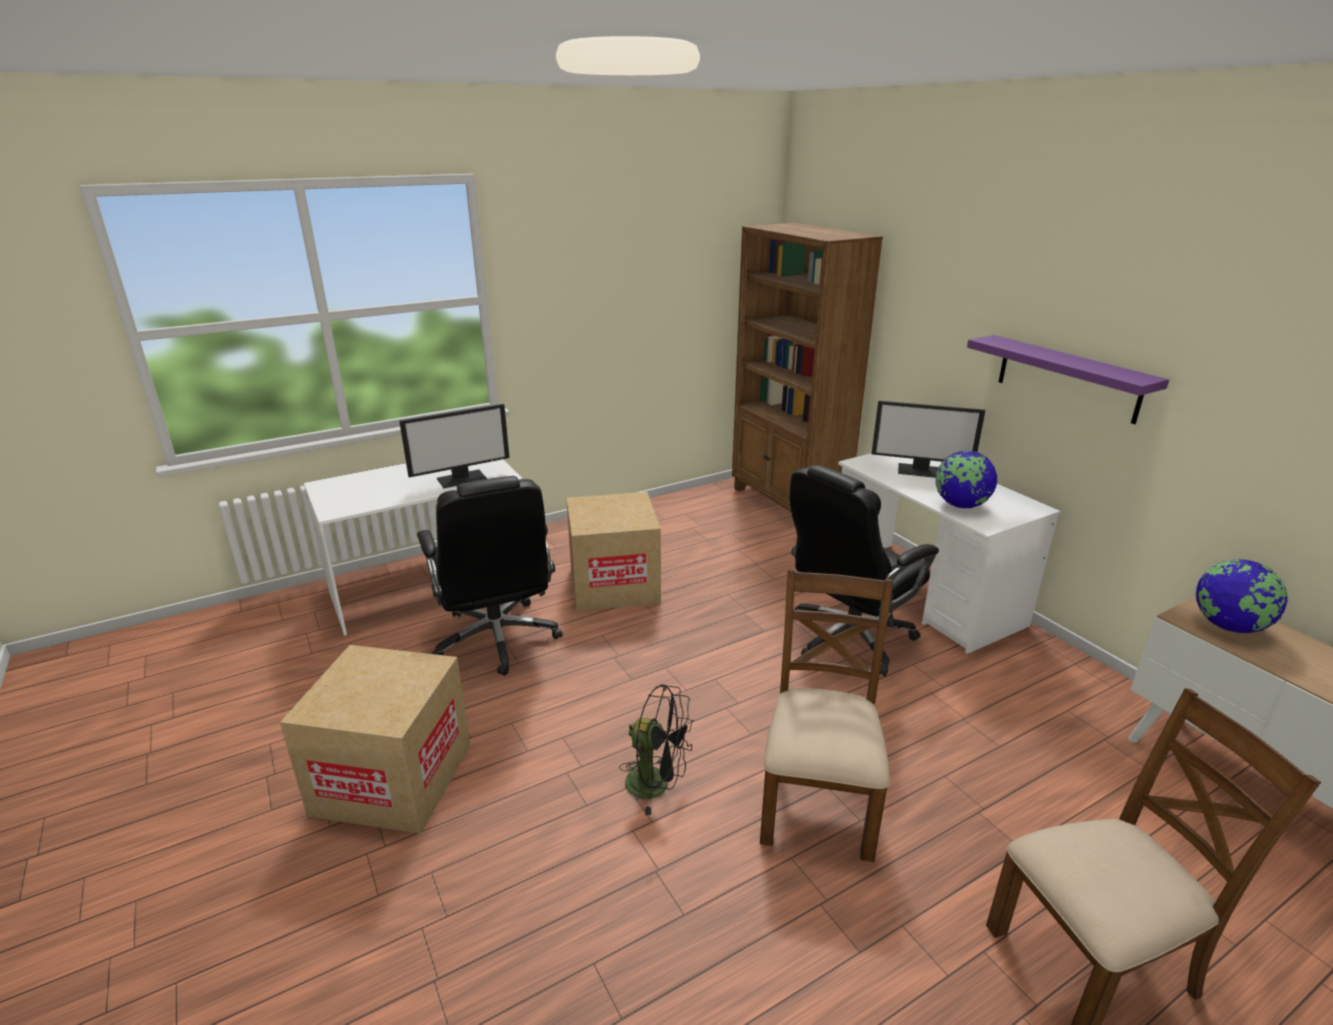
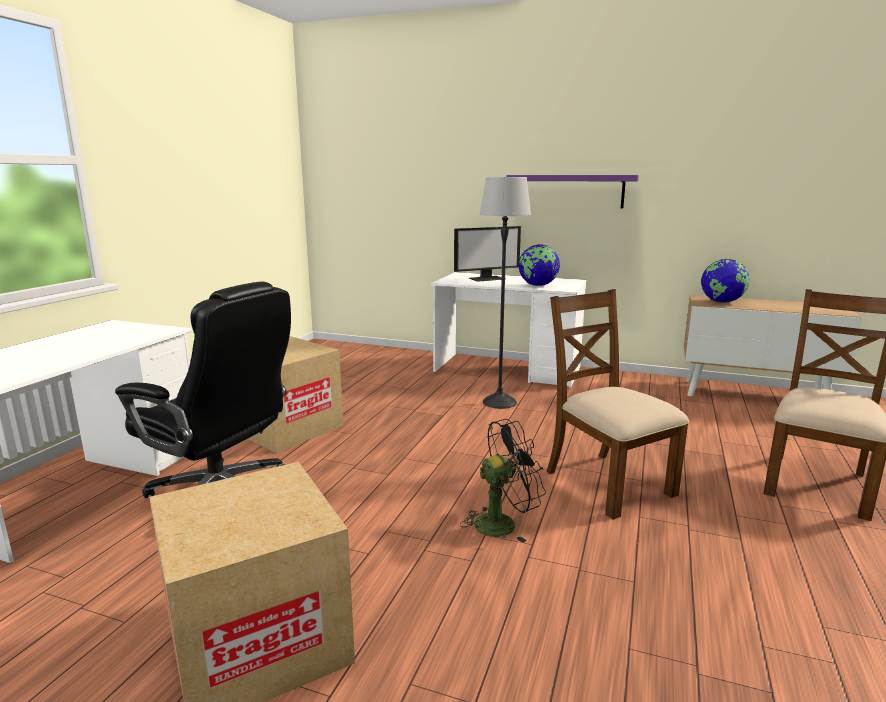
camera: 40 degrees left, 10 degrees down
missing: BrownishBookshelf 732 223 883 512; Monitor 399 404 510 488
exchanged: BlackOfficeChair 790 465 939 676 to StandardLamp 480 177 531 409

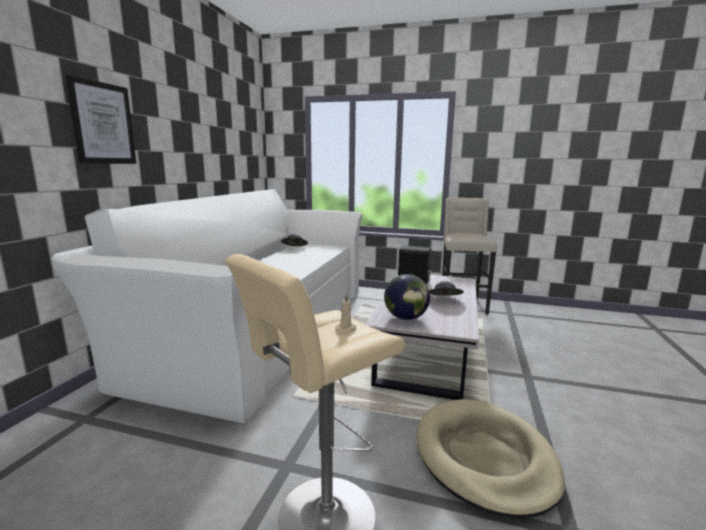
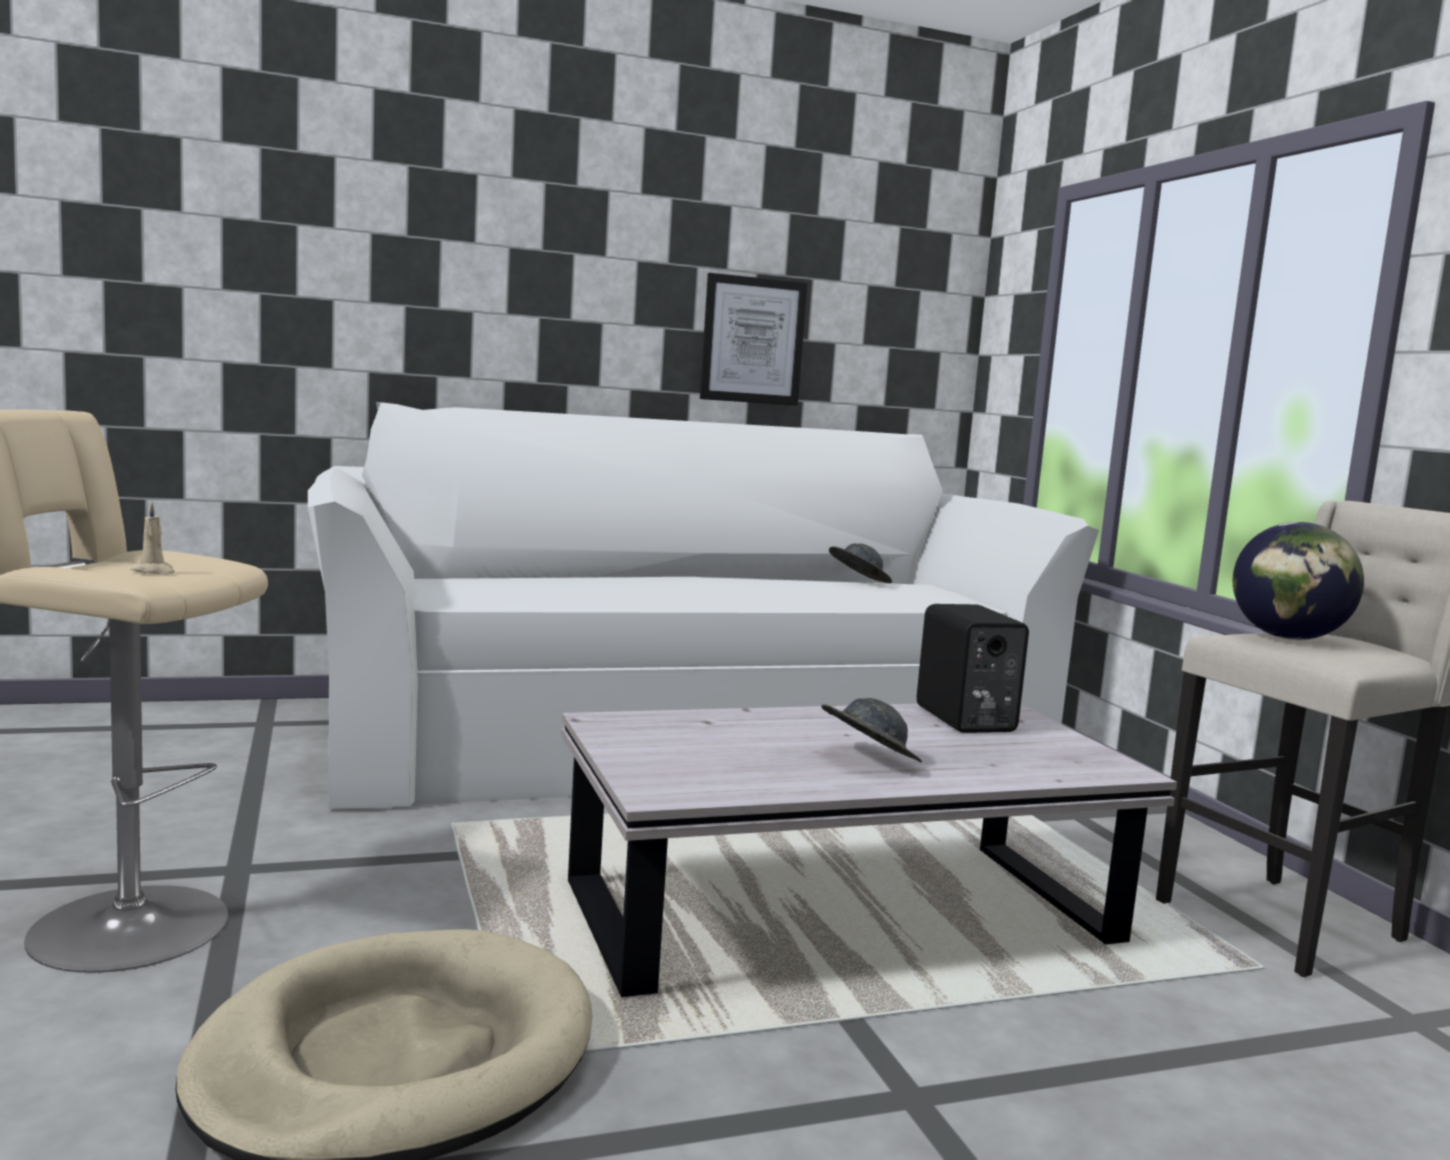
camera: 55 degrees right, 5 degrees down
relocated: WallPicture 65 75 136 164 to 700 273 807 406; DeskGlobe 384 274 430 320 to 1233 522 1364 640

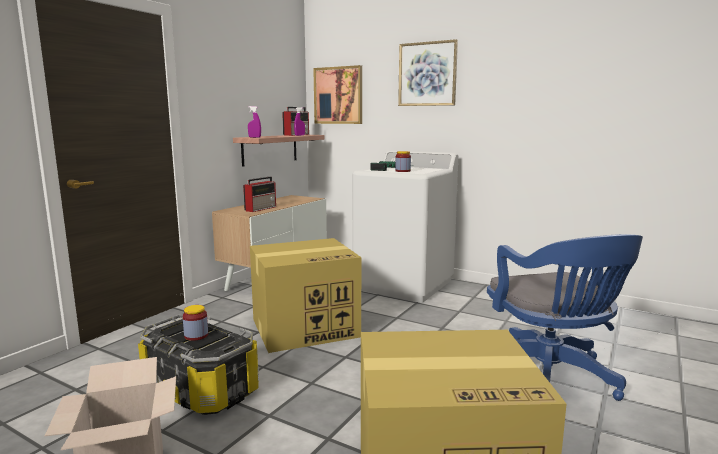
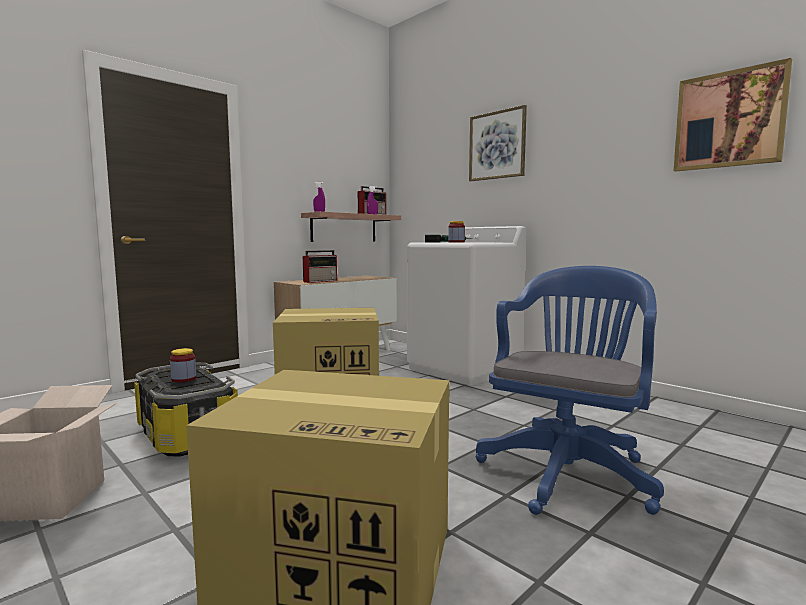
camera: 15 degrees right, 5 degrees down
relocated: WallPicture 313 65 362 124 to 674 58 792 171
spun: BlueColouredOfficeChair 487 234 643 401 = 475 266 664 515 150 degrees counterclockwise

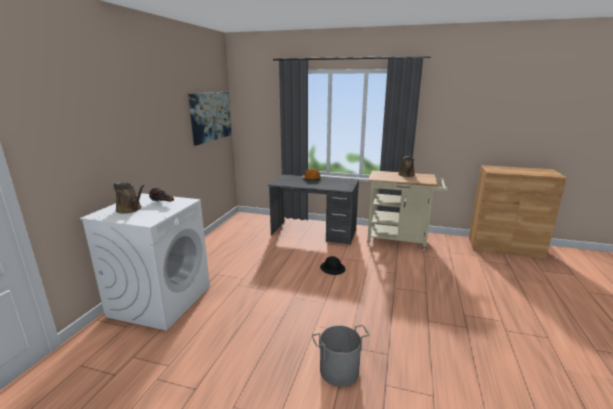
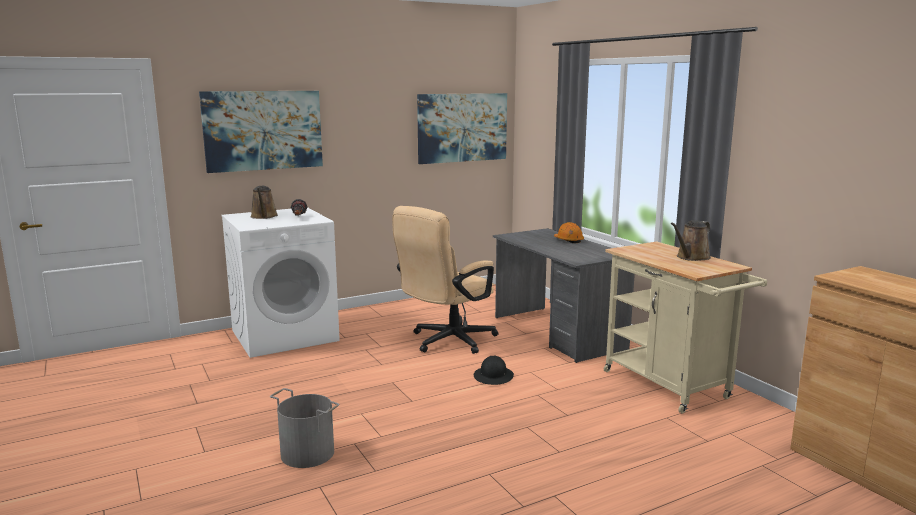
camera: 45 degrees right, 5 degrees down
appeared: WallPicture 199 91 323 173; BeigeOfficeChair 392 206 498 354

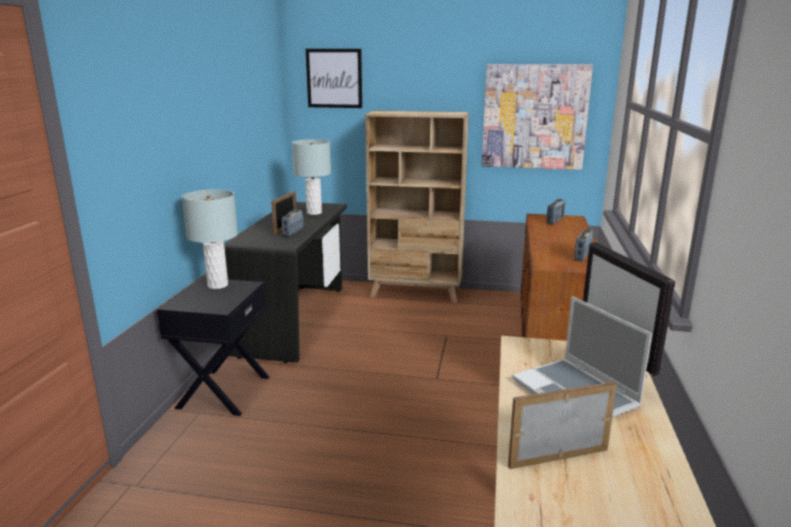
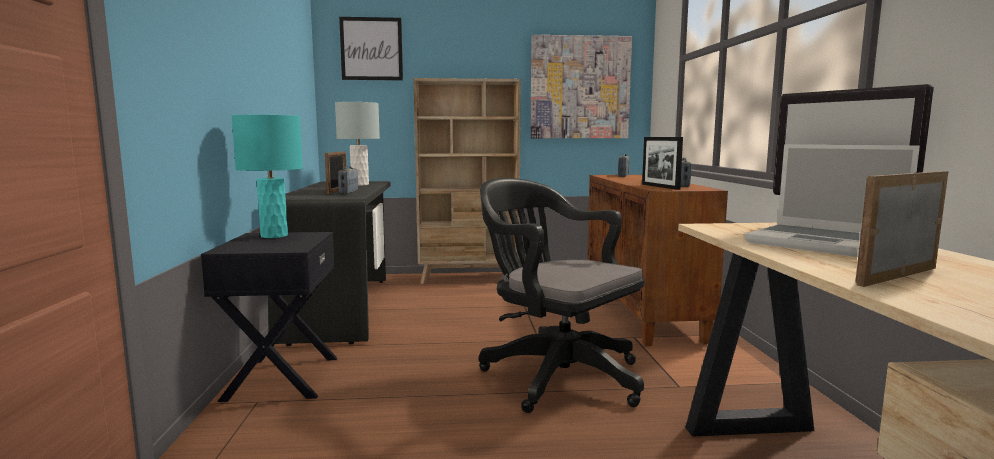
camera: 15 degrees left, 10 degrees down
appeared: PhotoFrame 642 137 683 190; BlackOfficeChair 479 178 645 413
colour: GreyishTableLamp 182 190 238 289 to TurquoiseColouredTableLamp 231 115 303 238

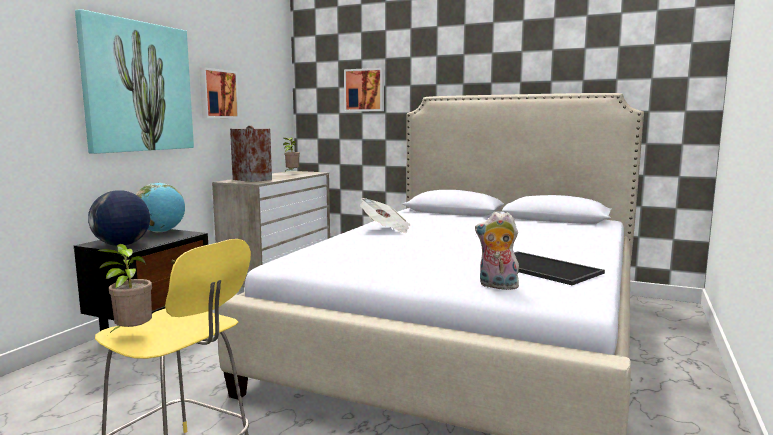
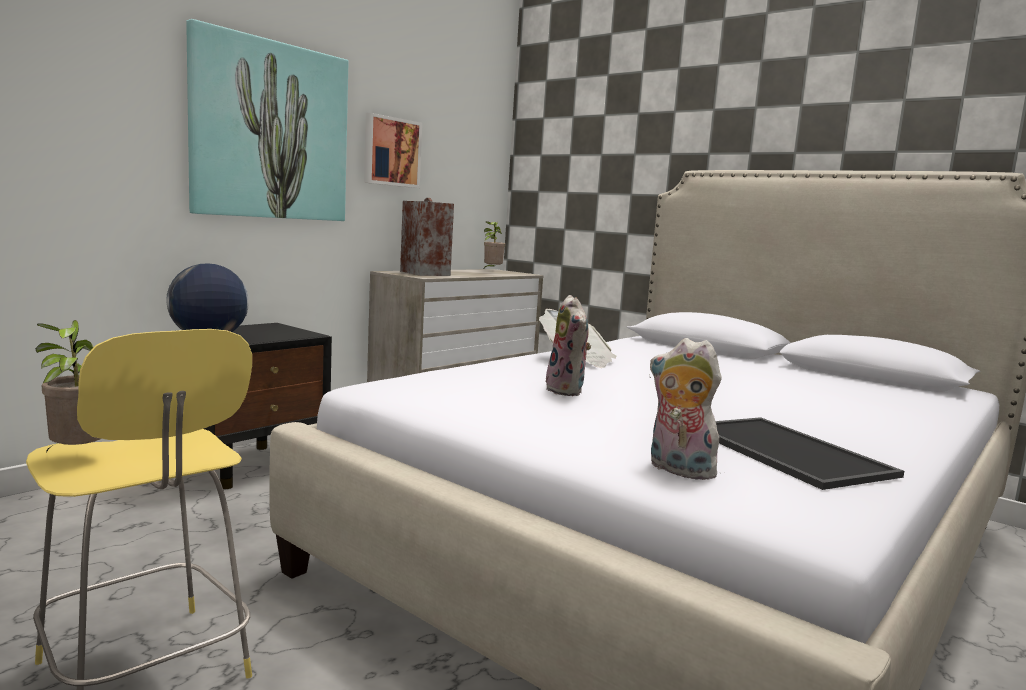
camera: 15 degrees right, 0 degrees up
missing: WallPicture 344 68 384 112; DeskGlobe 136 182 185 232
appeared: CuddlyToy 546 295 591 396

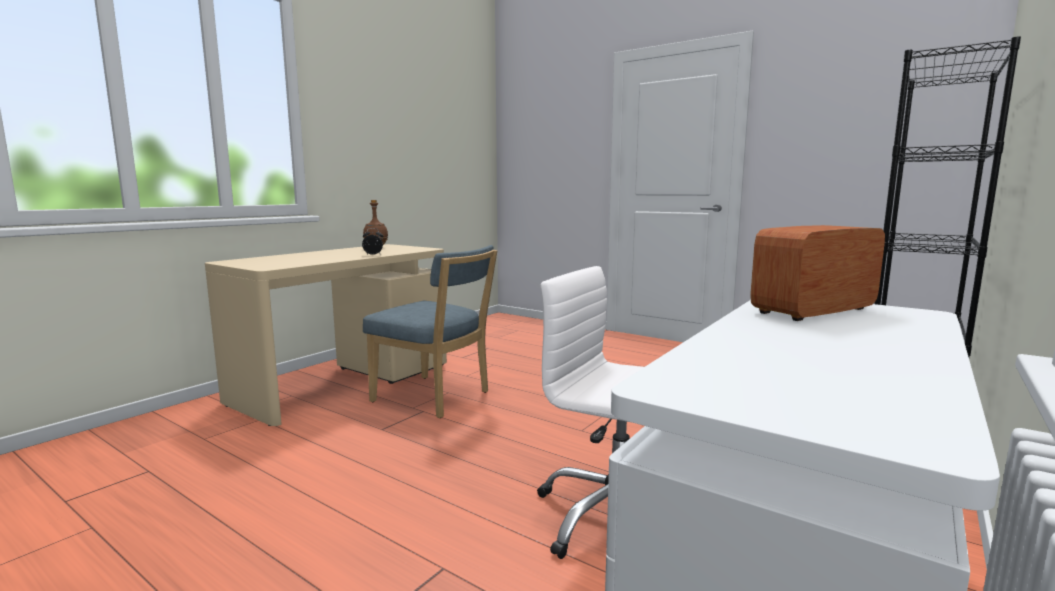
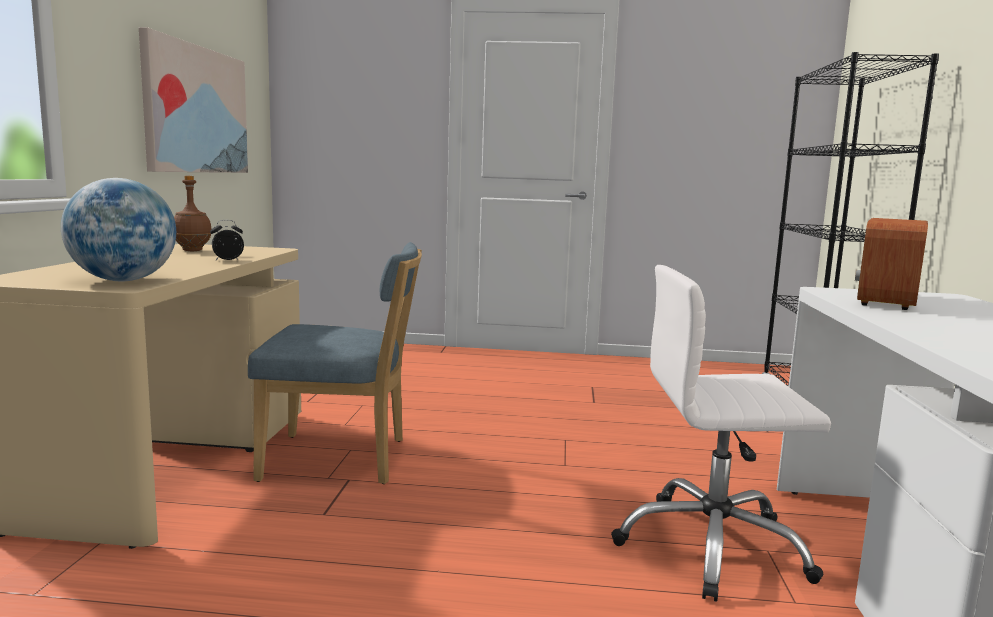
camera: 30 degrees left, 0 degrees up
appeared: WallPicture 139 27 248 173; DeskGlobe 61 178 176 281

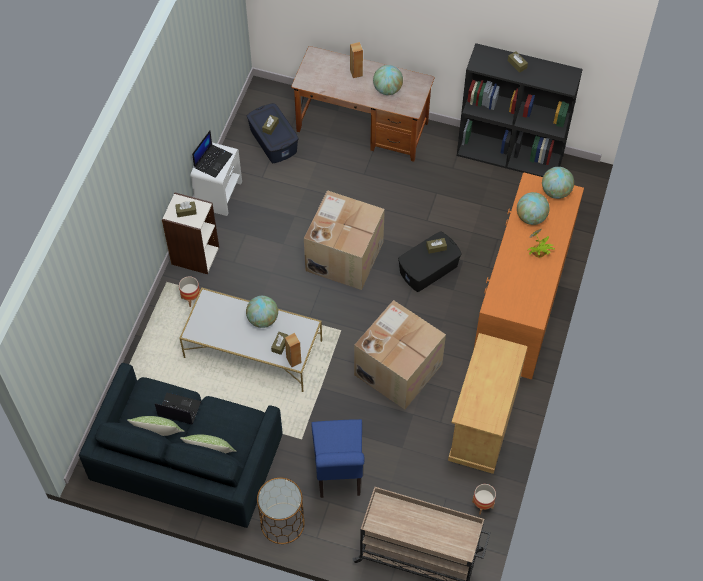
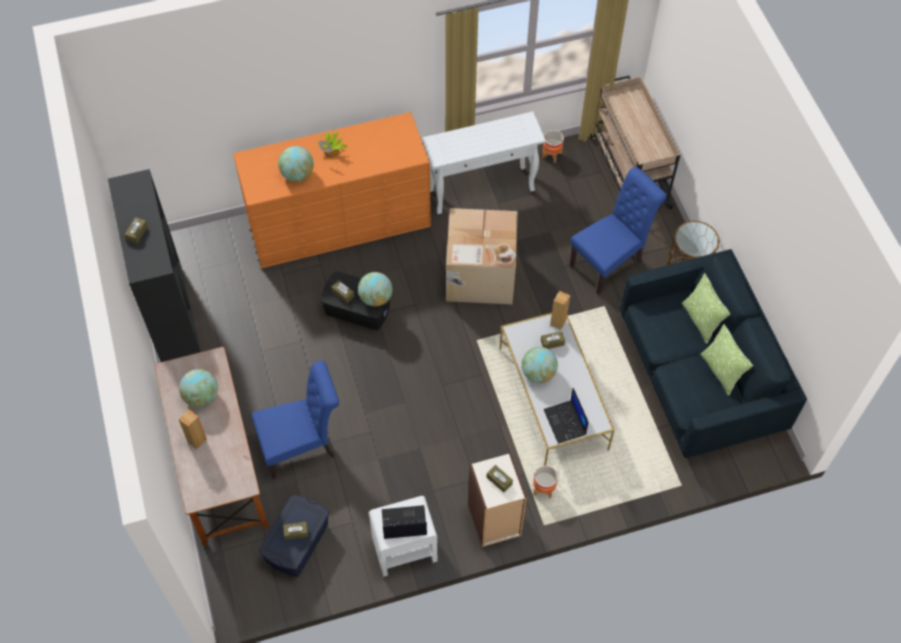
camera: 125 degrees left, 0 degrees up
missing: PackingBox 304 190 385 290
appeared: BlueColouredUprightChair 251 361 339 479
relocated: DeskGlobe 542 167 574 199 to 358 272 393 307; PortableComputer 155 393 201 424 to 544 388 589 444
exchanged: BeigeStorageCabinet 448 333 528 474 to WhiteColouredConsoleTable 421 111 546 214

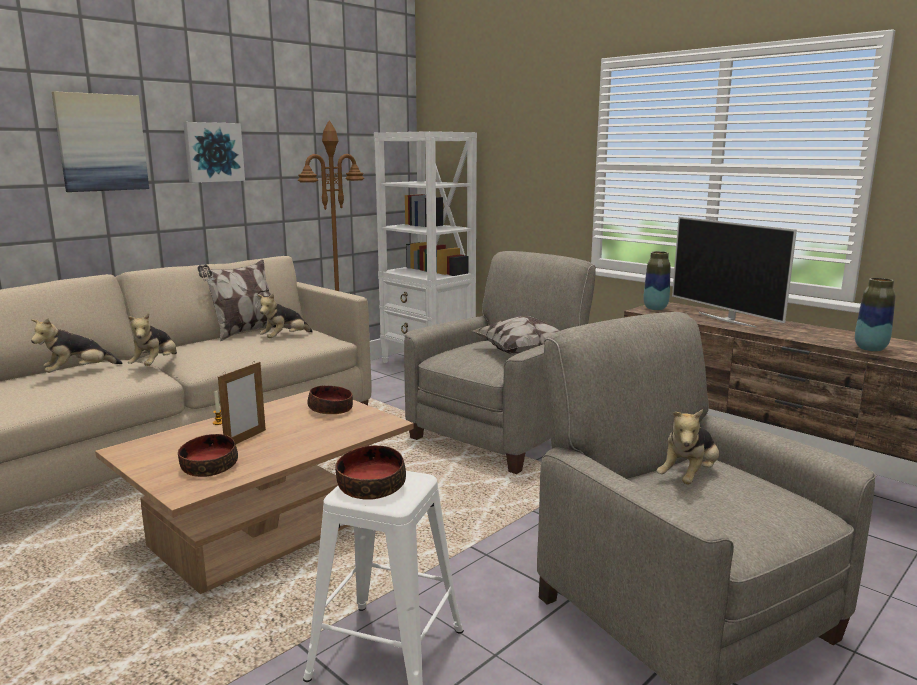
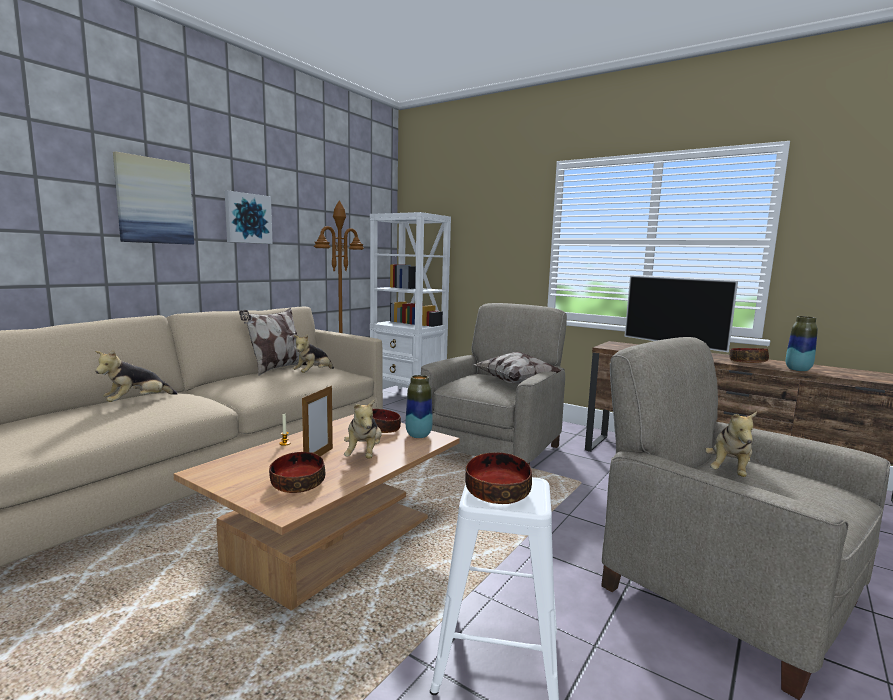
camera: 10 degrees left, 5 degrees down
appeared: DeepDish 730 348 769 363
relocated: Vase 643 251 671 310 to 406 375 433 438; CuddlyToy 128 313 177 366 to 344 399 382 459

